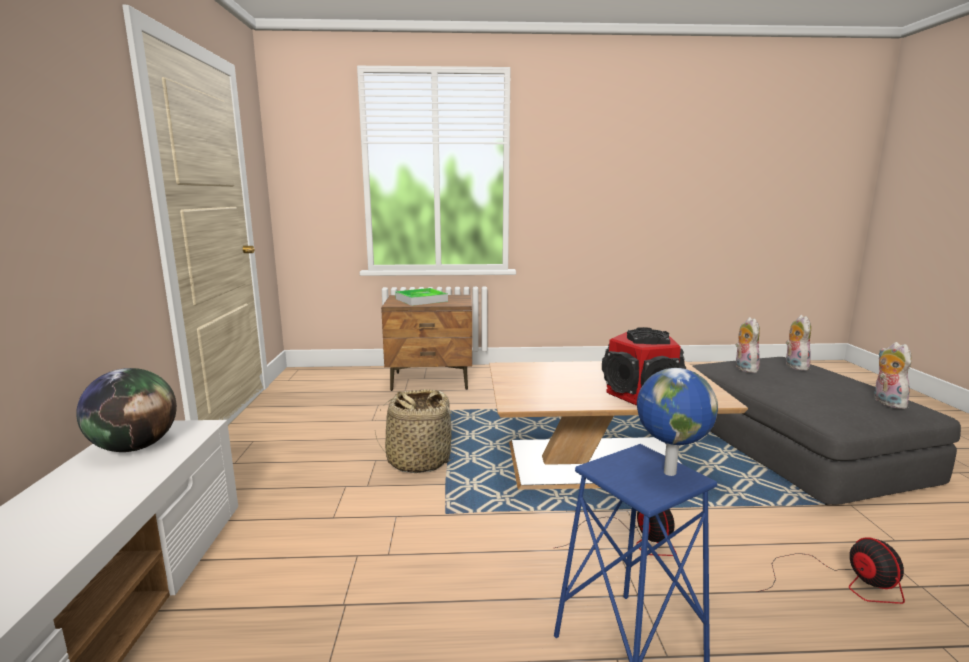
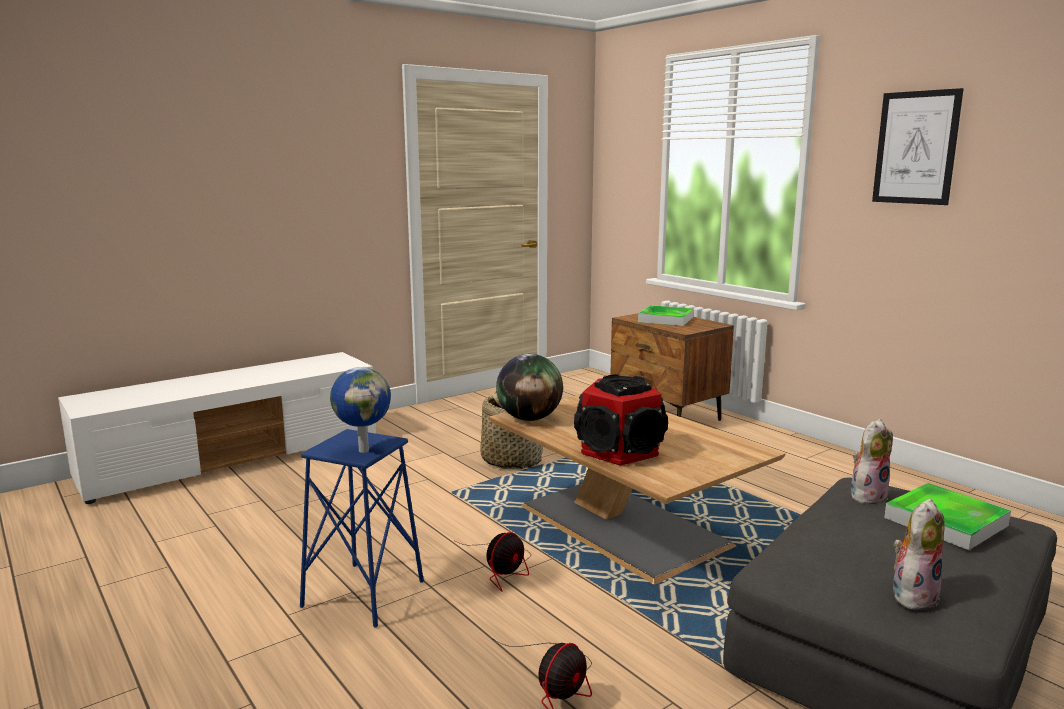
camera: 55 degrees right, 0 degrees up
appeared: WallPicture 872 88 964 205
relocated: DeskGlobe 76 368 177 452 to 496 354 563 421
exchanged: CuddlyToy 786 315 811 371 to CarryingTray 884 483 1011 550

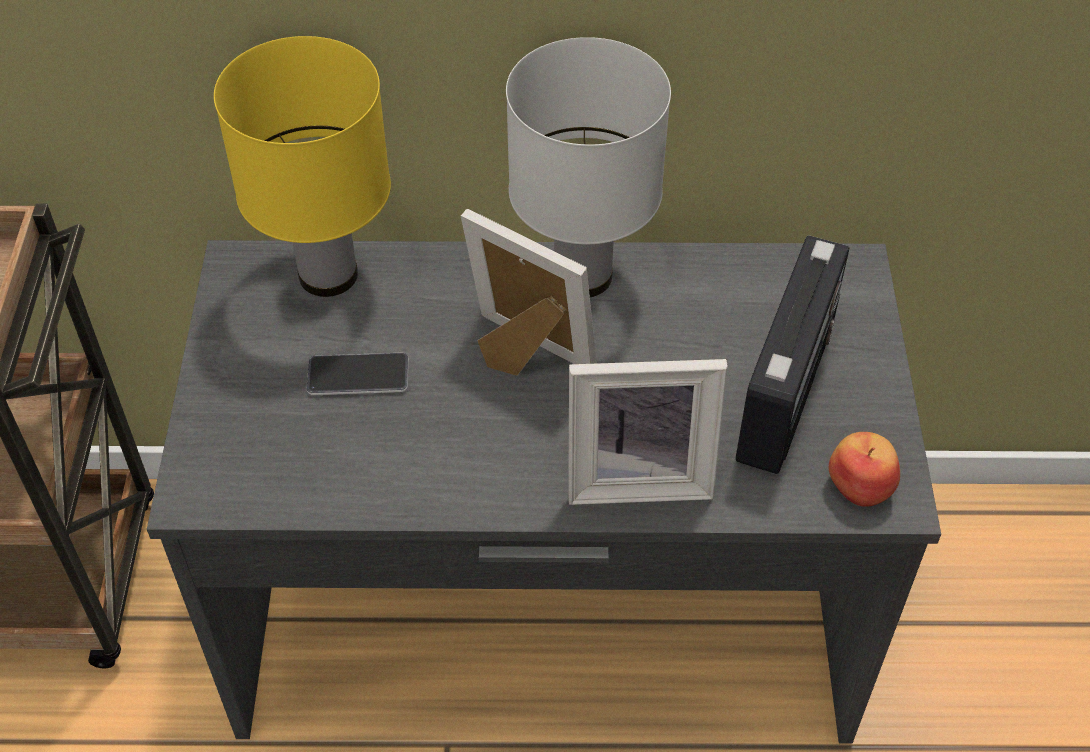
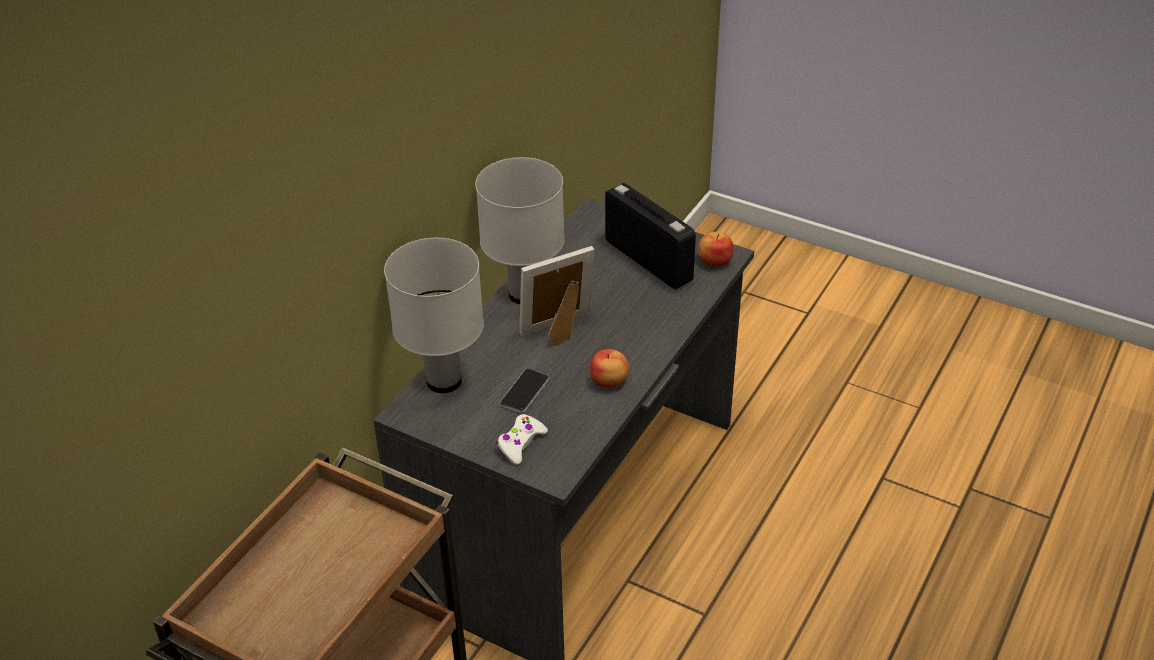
camera: 60 degrees left, 10 degrees down
missing: PhotoFrame 568 359 728 505
appeared: Apple 589 349 629 388; WhiteColouredJoypad 496 414 548 465
colour: YellowTableLamp 214 36 391 297 to WhiteColouredTableLamp 384 238 484 393

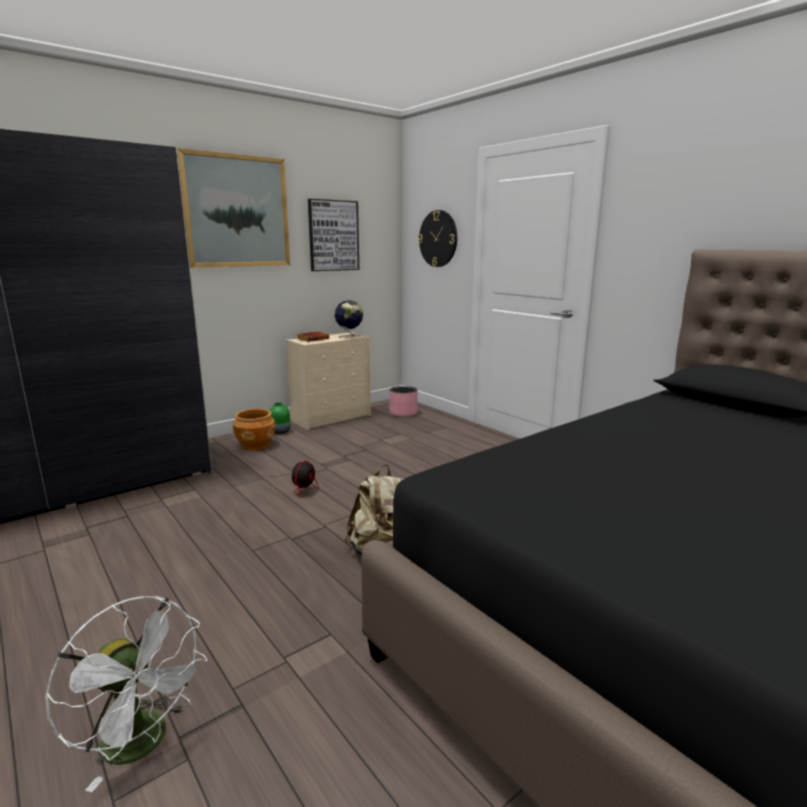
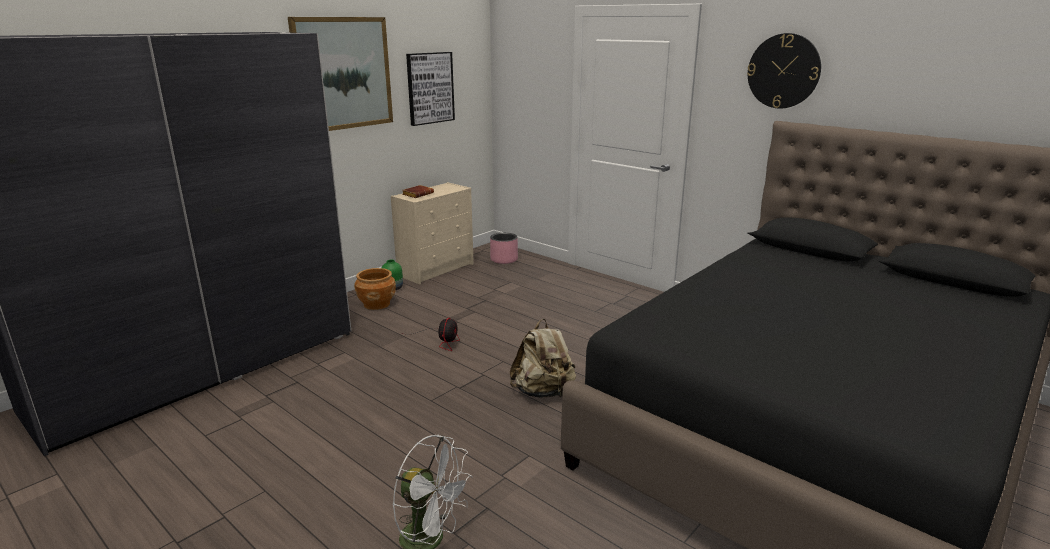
camera: 10 degrees left, 5 degrees up
missing: DeskGlobe 334 300 363 339
relocated: HangingClock 418 210 457 267 to 747 33 821 109

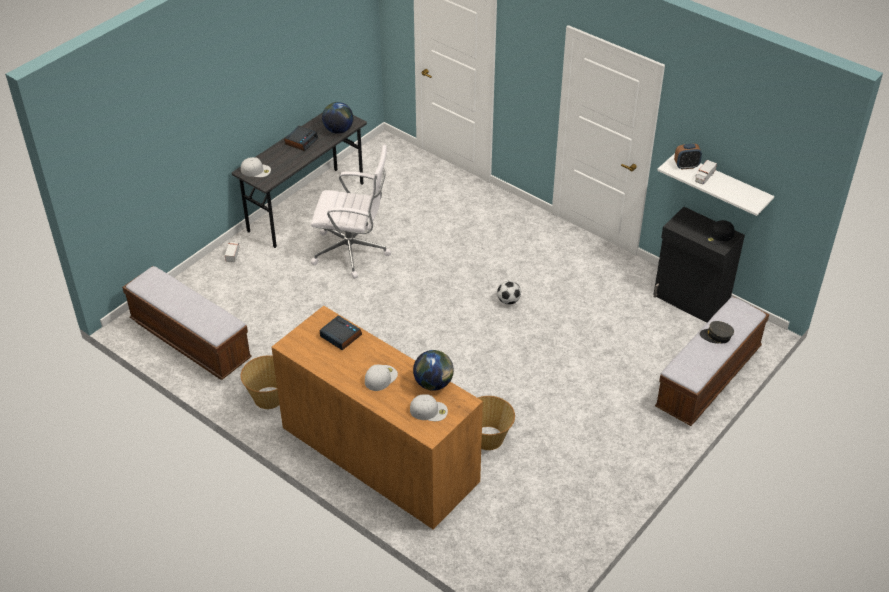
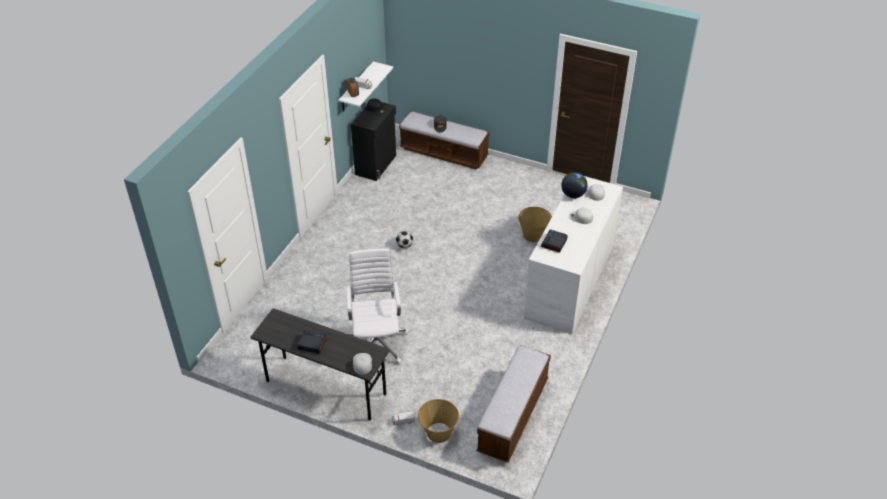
camera: 105 degrees left, 0 degrees up
missing: DeskGlobe 322 102 353 134
relocated: StorageBasket 241 355 280 409 to 418 399 459 443
colour: BrownishDresser 272 306 483 529 to WhiteColouredDresser 524 176 623 334

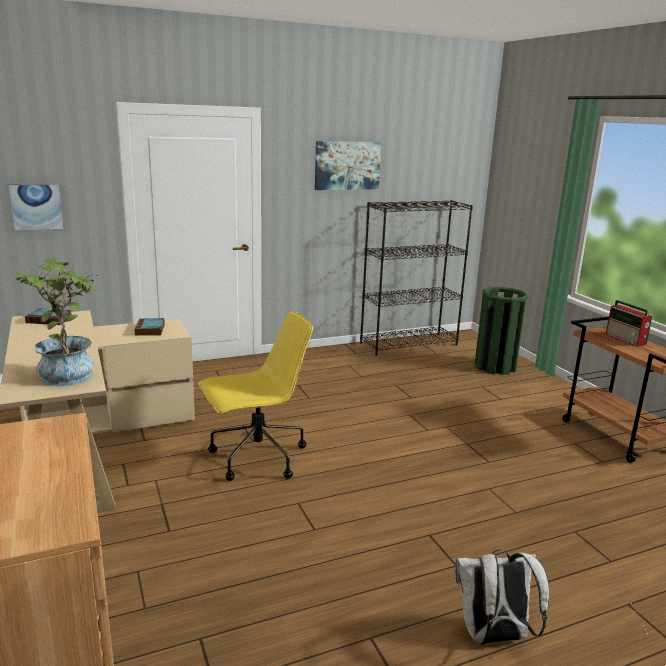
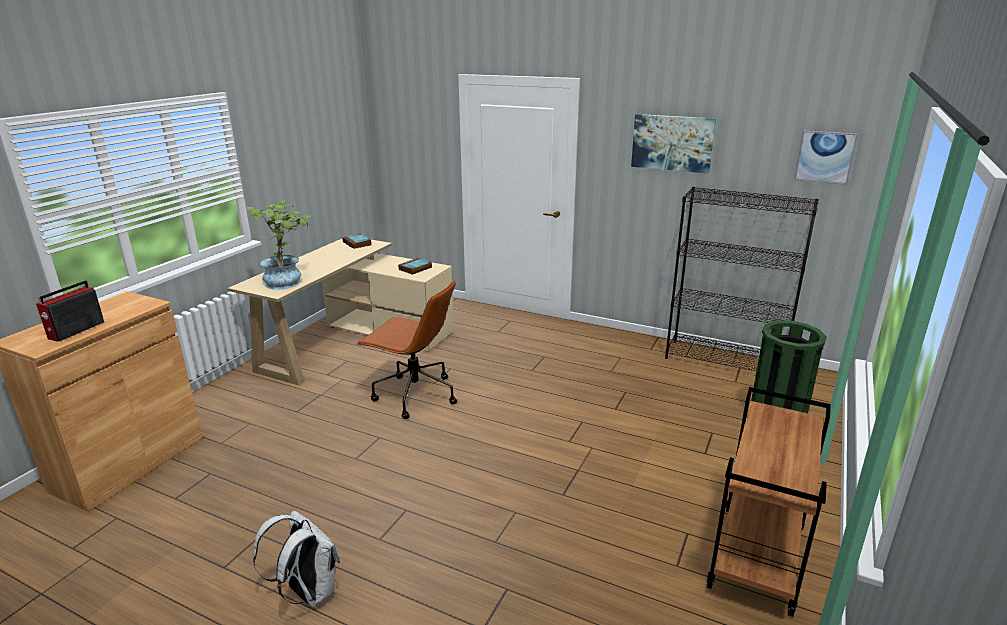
camera: 50 degrees right, 5 degrees up
relocated: WallPicture 7 183 65 232 to 794 131 858 185; RadioSet 606 300 652 347 to 36 280 104 342
colour: YellowOfficeChair 198 311 313 481 to BrownishOfficeChair 356 280 457 419

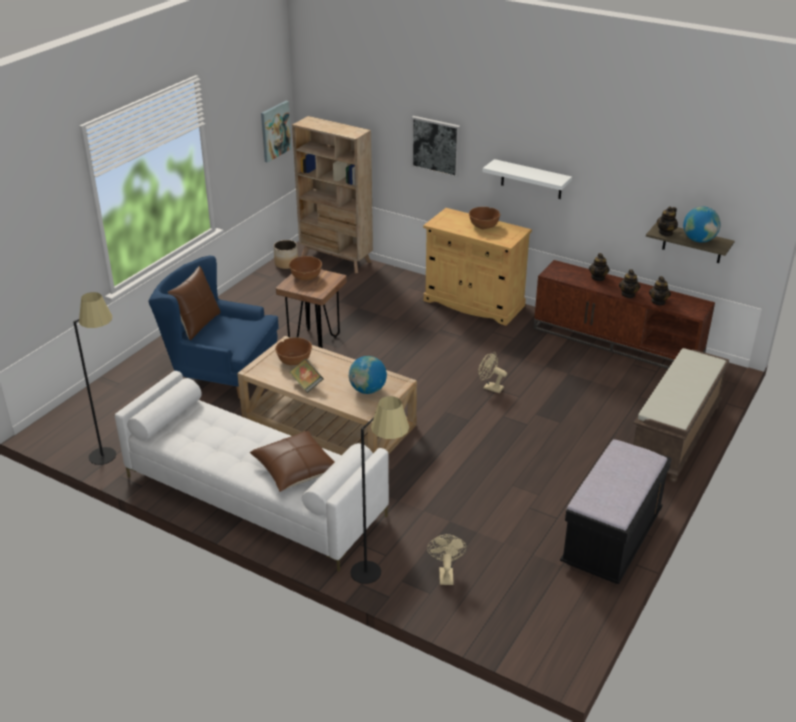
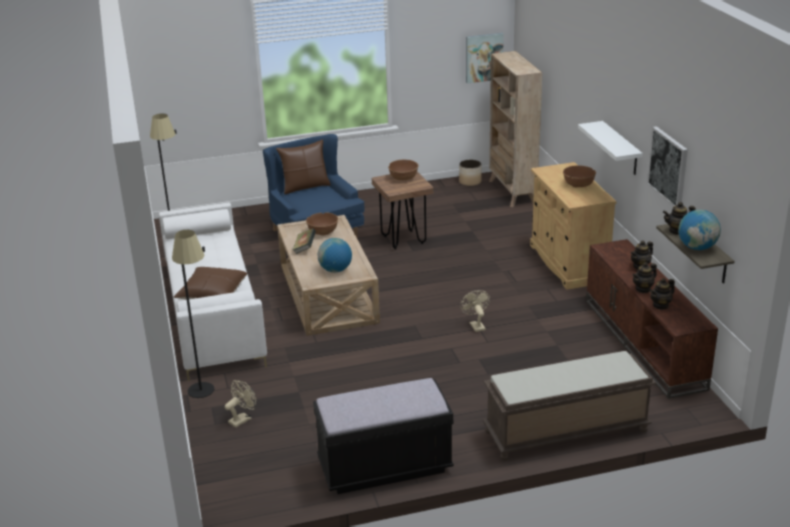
camera: 45 degrees right, 5 degrees down
relocated: WallPicture 411 116 461 178 to 647 126 688 207

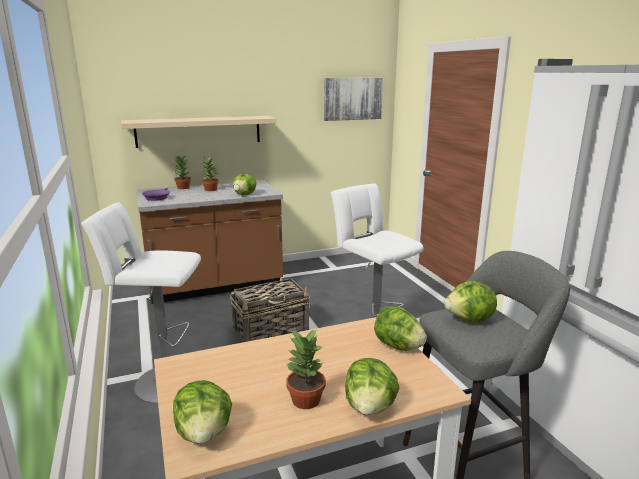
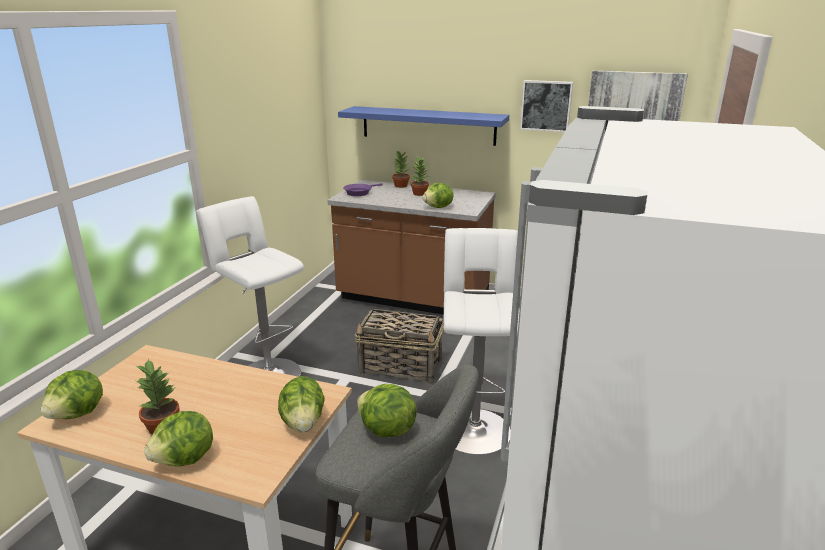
camera: 40 degrees right, 5 degrees up
appeared: WallPicture 520 80 573 132
colour: BeigeBracketShelf 121 116 277 148 to BlueColouredBracketShelf 338 106 509 146

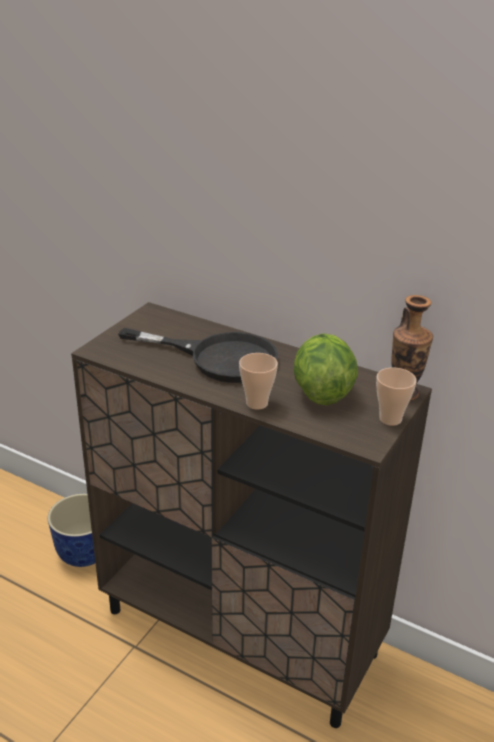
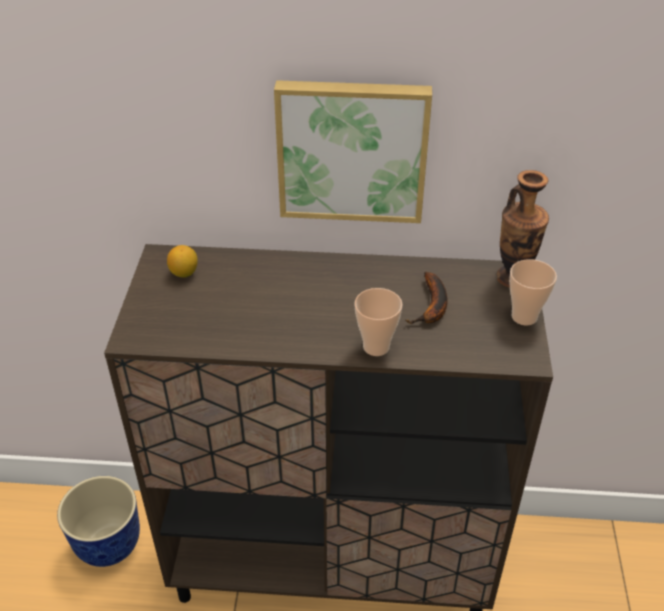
camera: 25 degrees left, 10 degrees up
missing: BlackPan 118 328 278 383
appeared: WallPicture 274 80 432 223; WholeLemon 167 245 198 277
exchanged: Lettuce 293 333 358 405 to WholeBanana 405 272 448 324

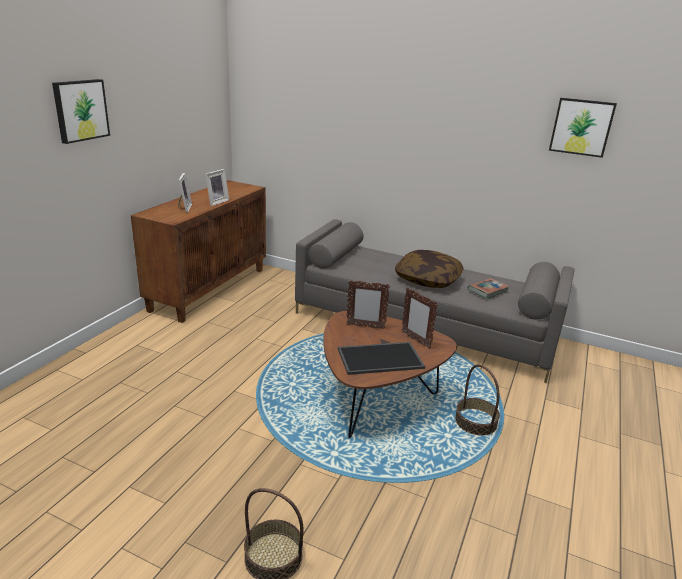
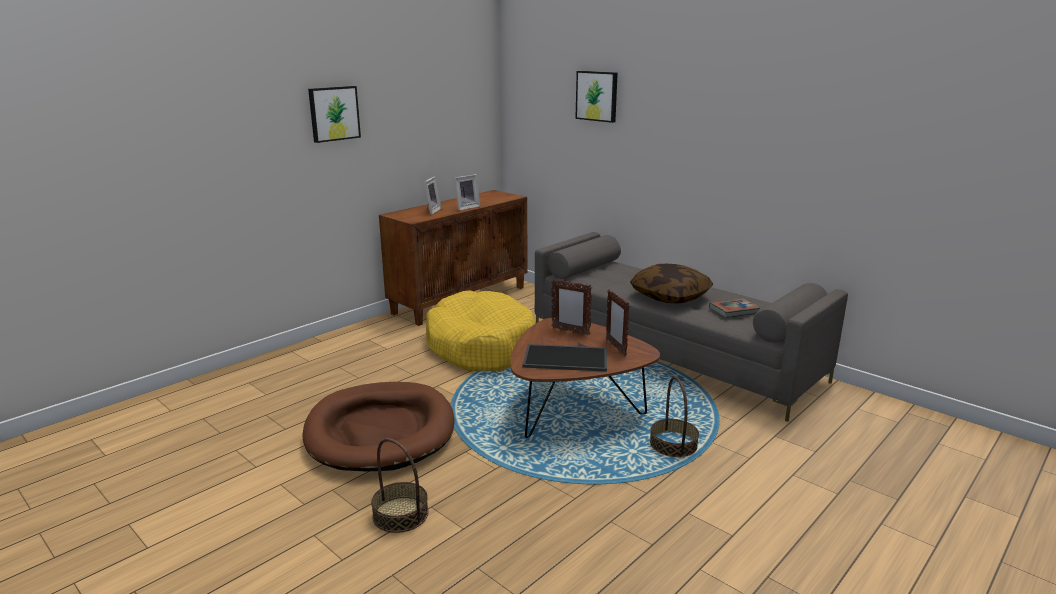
camera: 20 degrees right, 5 degrees down
appeared: YellowPetBed 426 290 536 372; BrownishPetBed 303 382 455 472
relocated: WallPicture 549 98 617 158 to 575 71 618 123

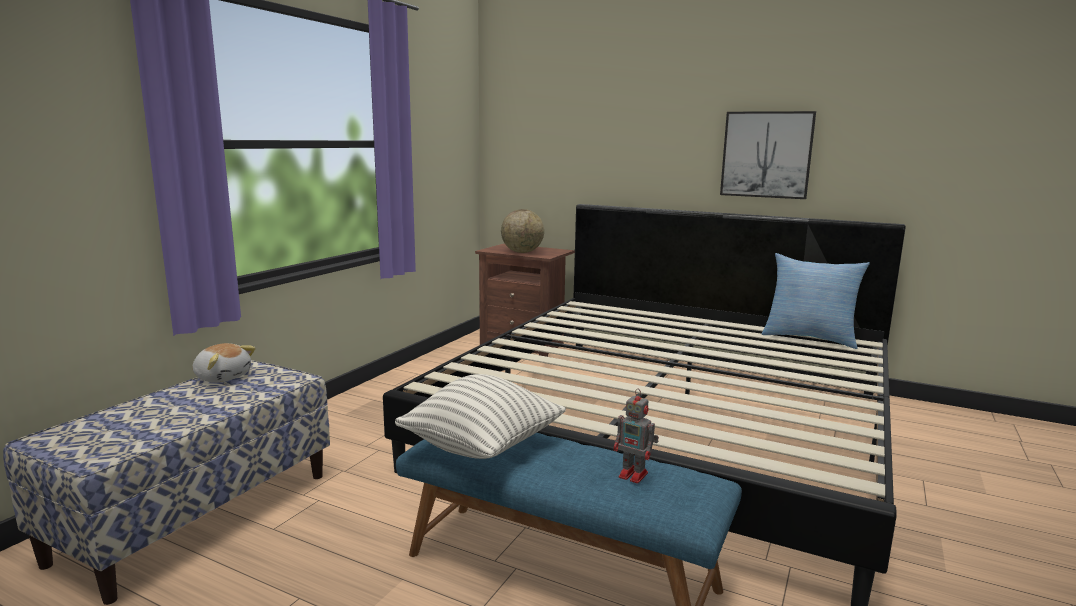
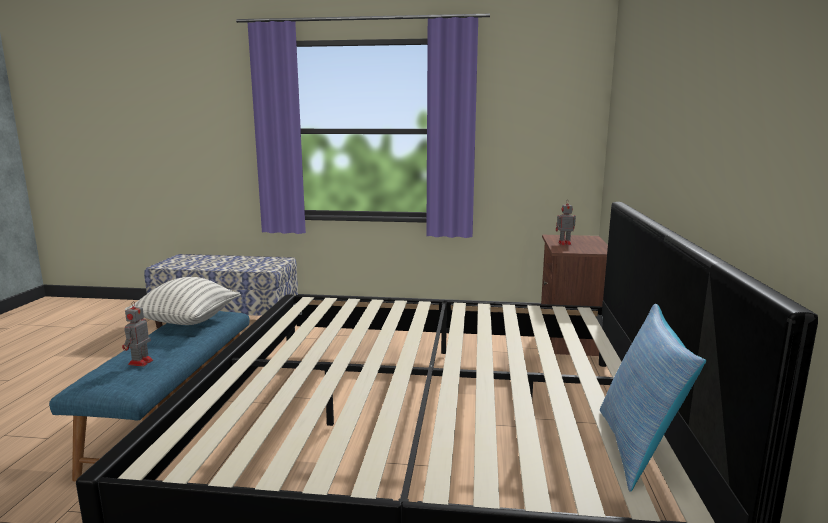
camera: 70 degrees right, 0 degrees up
missing: WallPicture 720 111 816 199; CuddlyToy 192 343 256 383
exchanged: DeskGlobe 501 209 544 253 to ModelRobot 556 200 576 245

